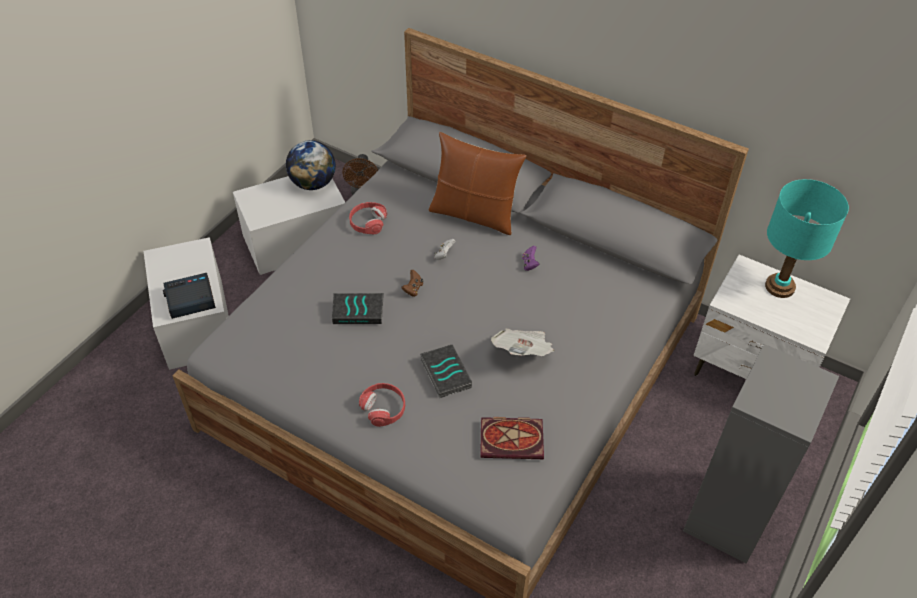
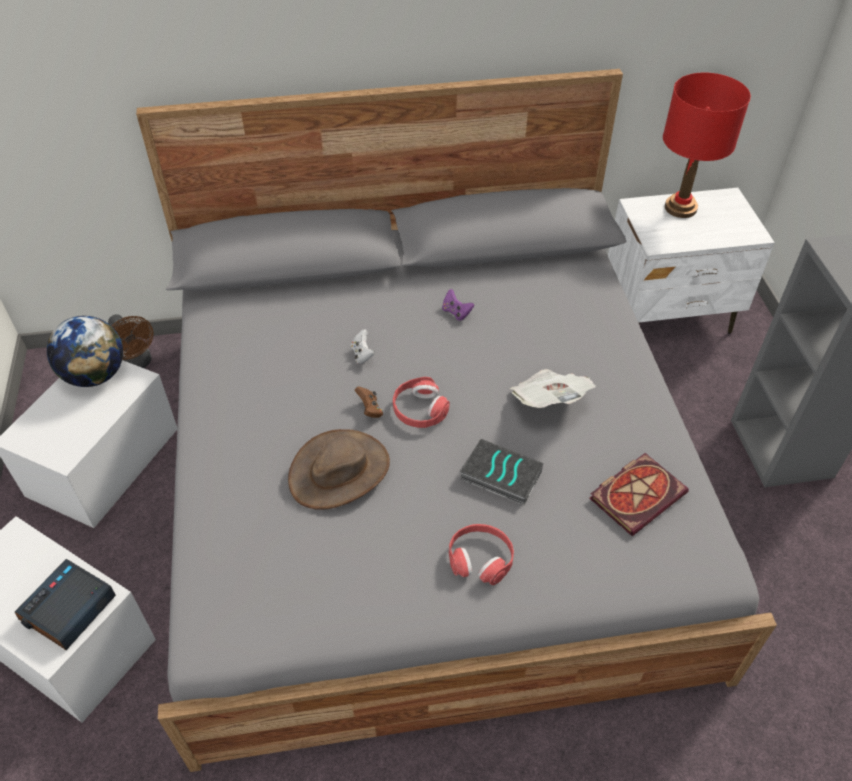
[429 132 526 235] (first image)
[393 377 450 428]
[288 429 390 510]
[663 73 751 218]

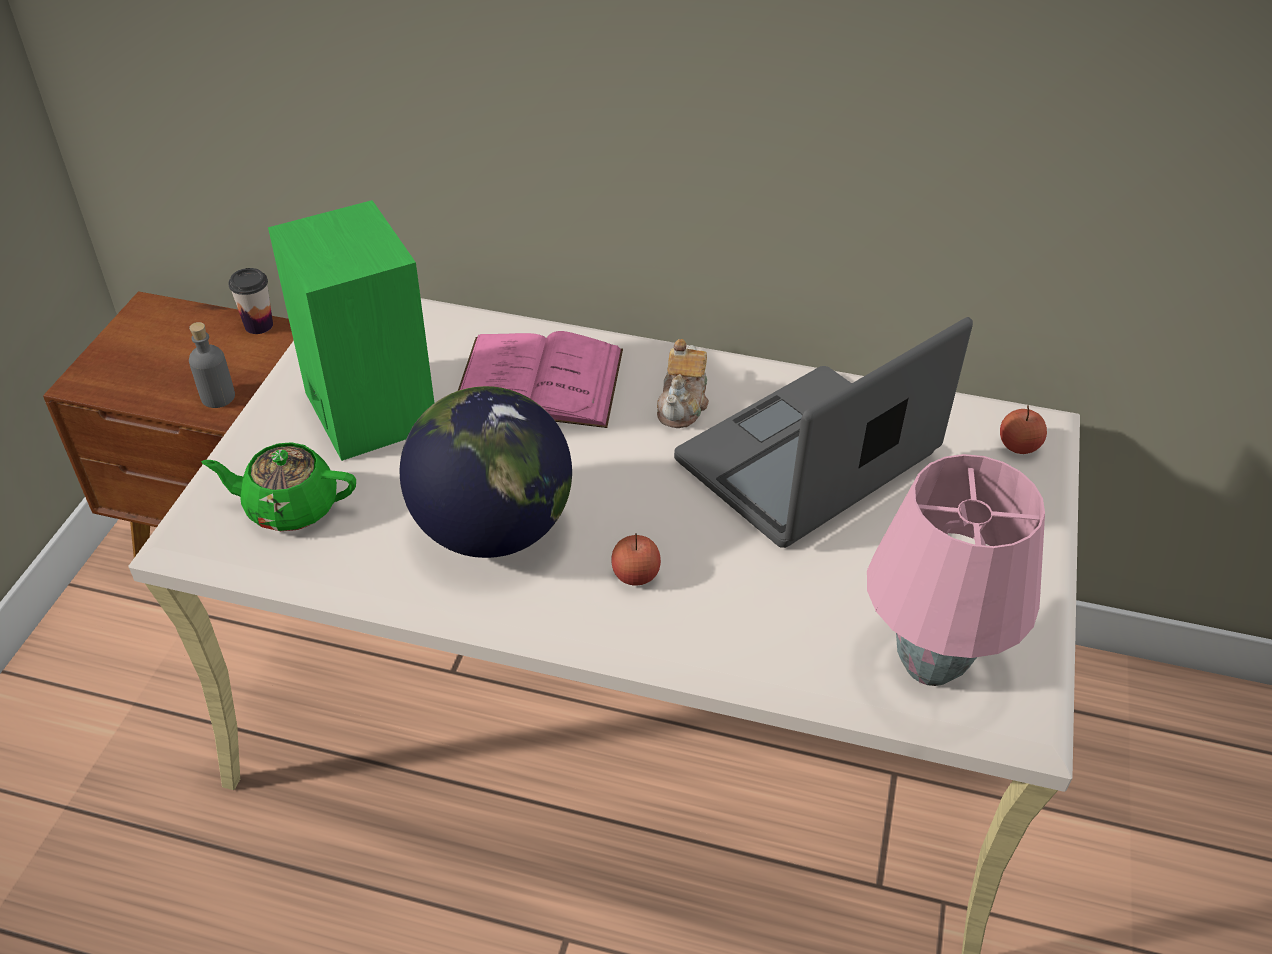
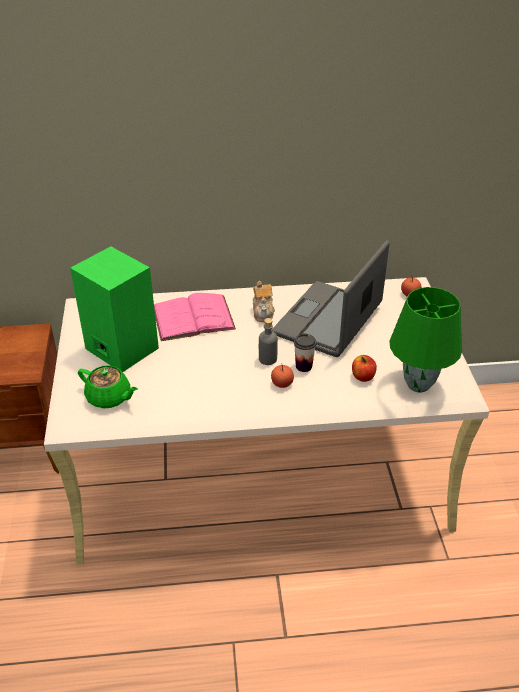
[400 386 572 558] (first image)
[352 355 377 382]
[259 318 278 365]
[294 334 316 372]
[389 287 462 392]
[78 365 138 408]

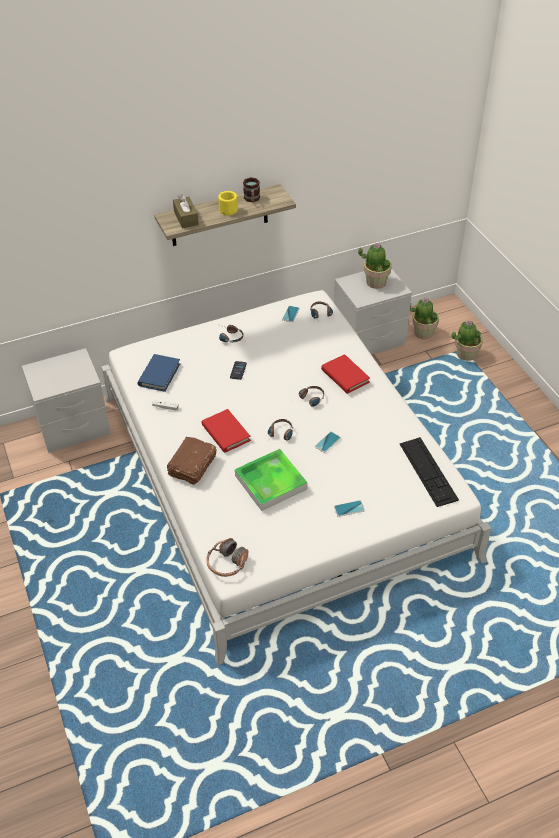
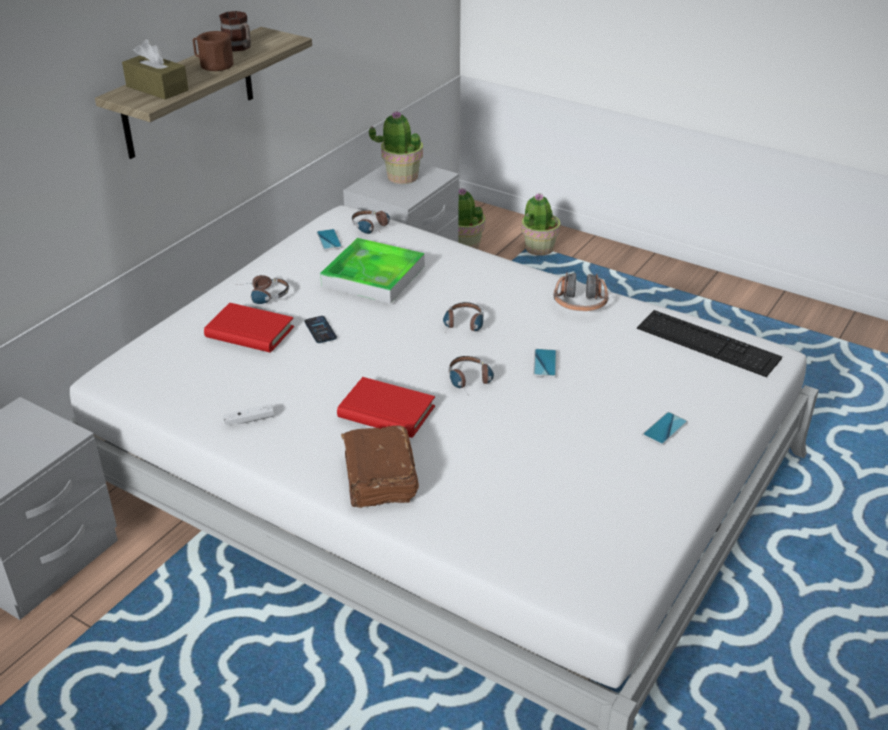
[138 354 180 392] (first image)
[554 272 608 311]
[320 238 425 304]
[204 303 294 353]
[193 31 234 71]

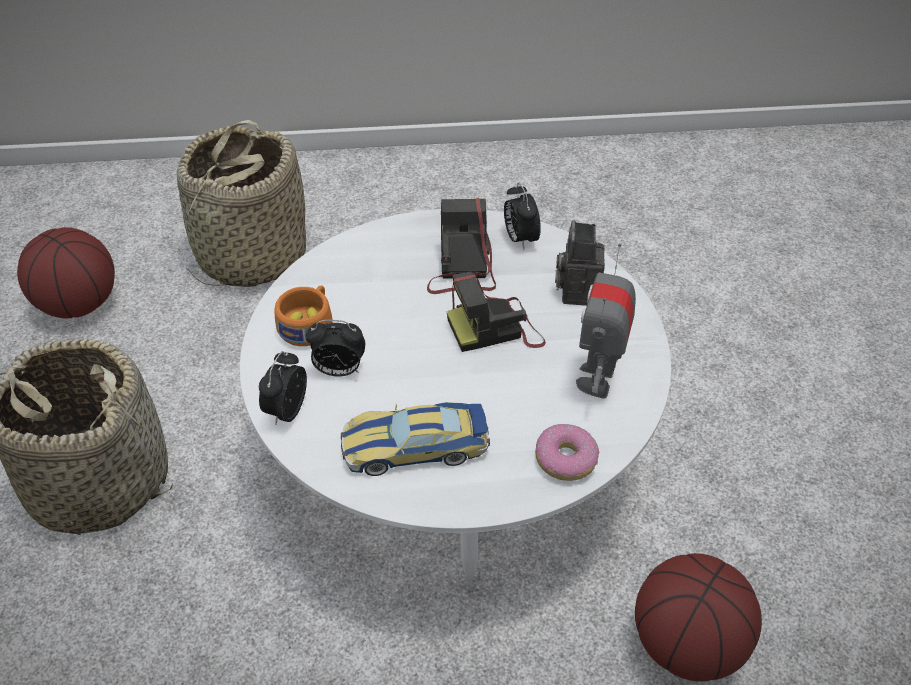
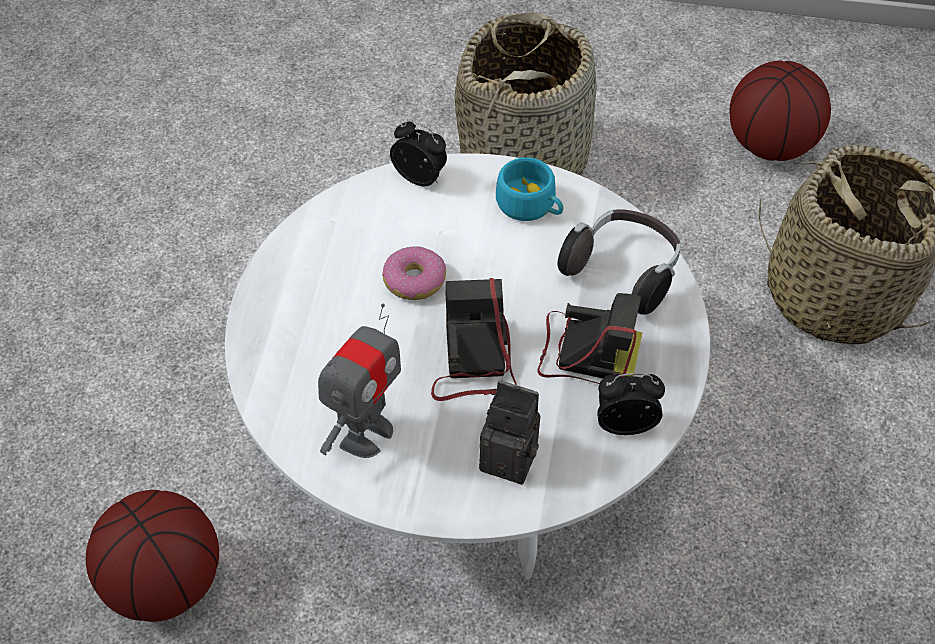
[306 320 365 377] (first image)
[341 402 490 476] (first image)
[557 209 681 315]
[382 246 446 300]
[496 157 563 221]
[318 304 401 458]

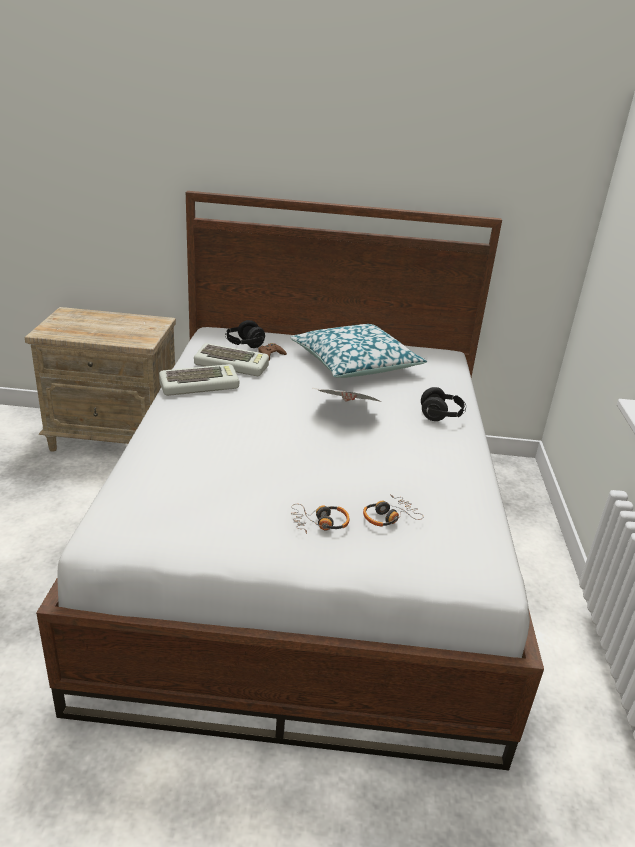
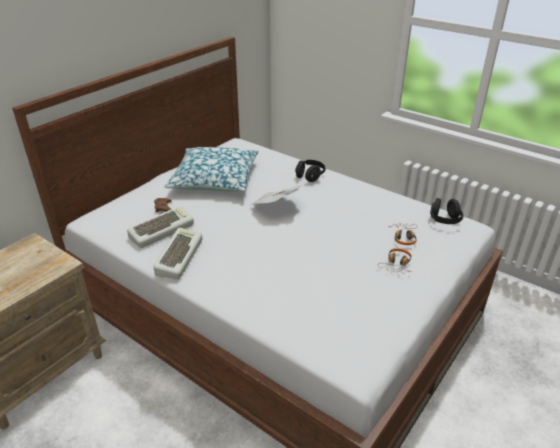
[430 198 463 224]

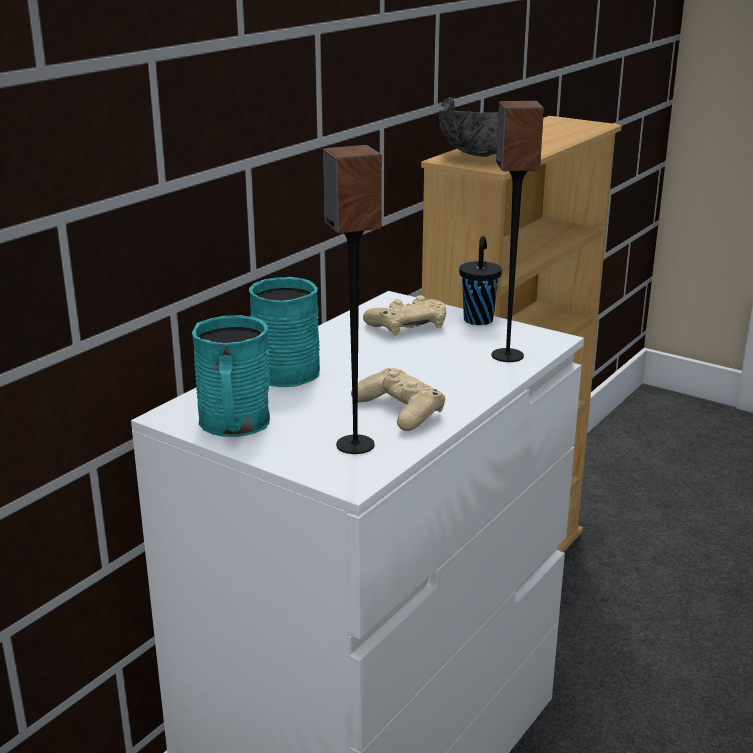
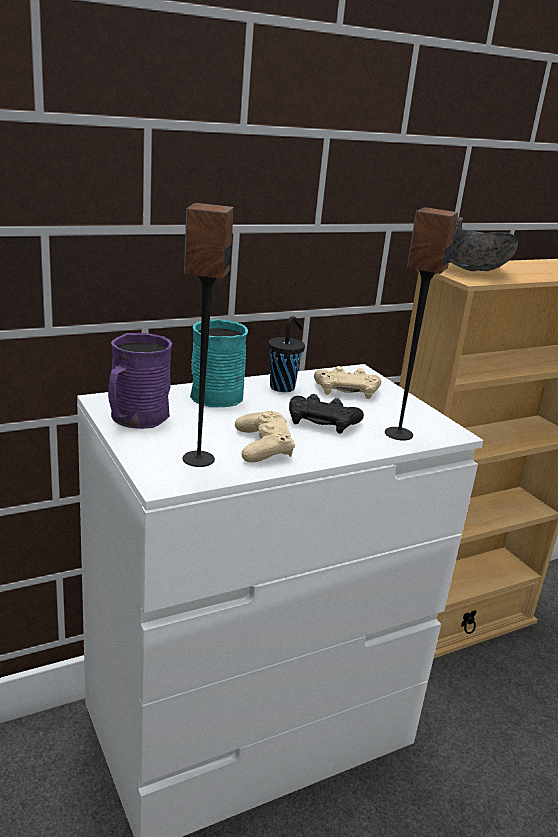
[289 394 364 434]
[268 316 305 392]
[108 333 172 429]

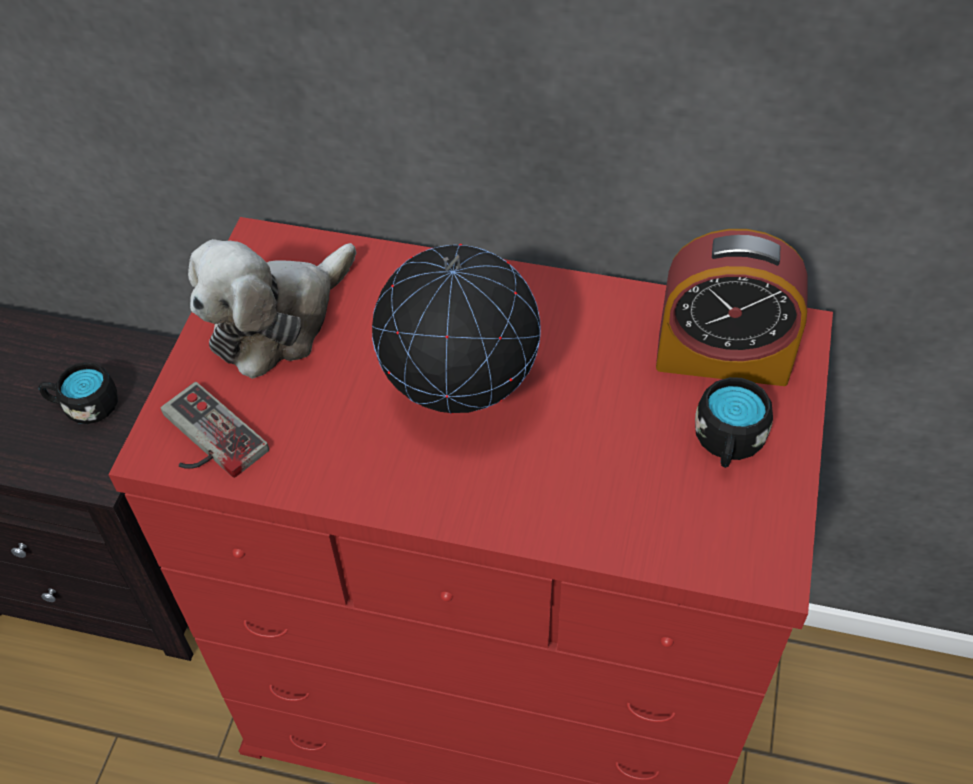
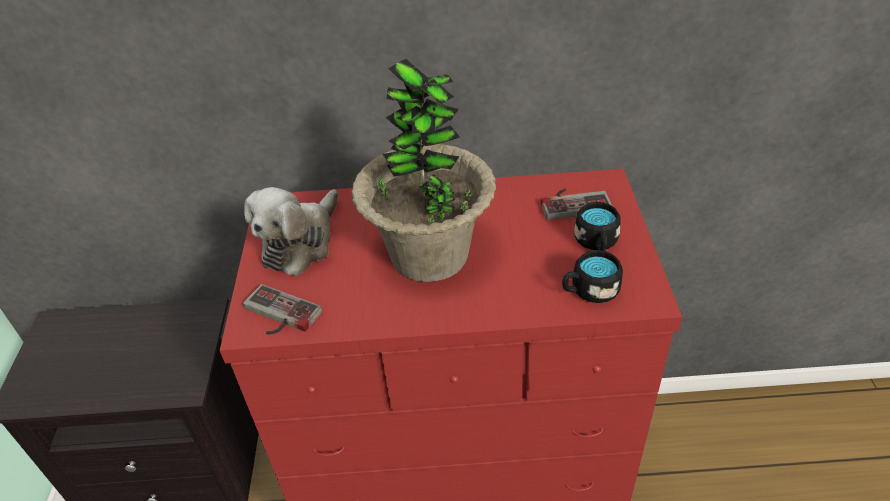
[562 250 623 303]
[351 59 496 282]
[541 189 612 220]

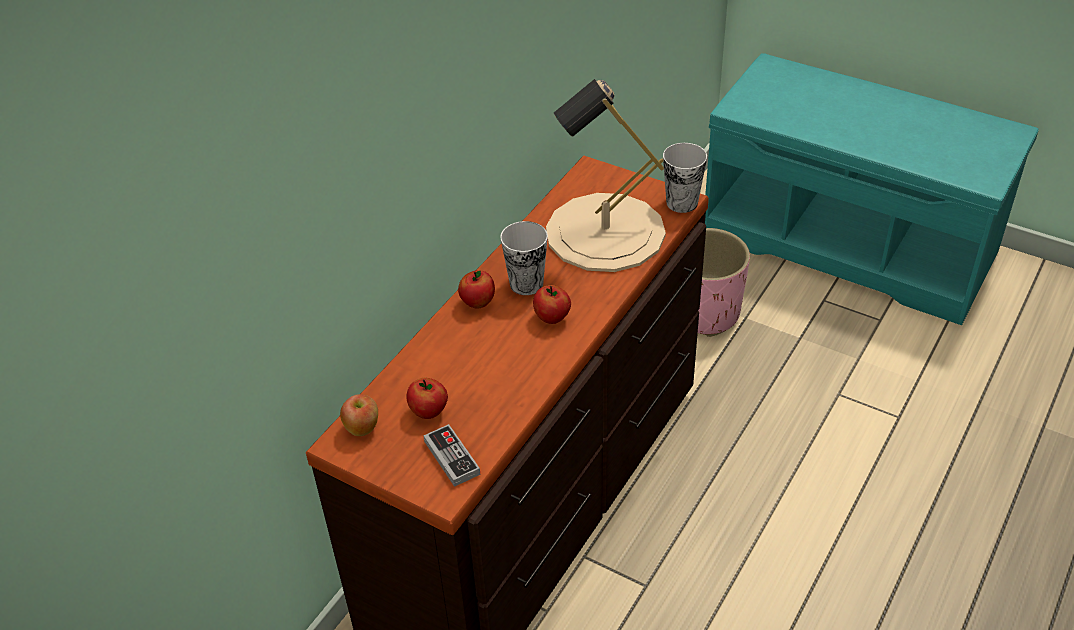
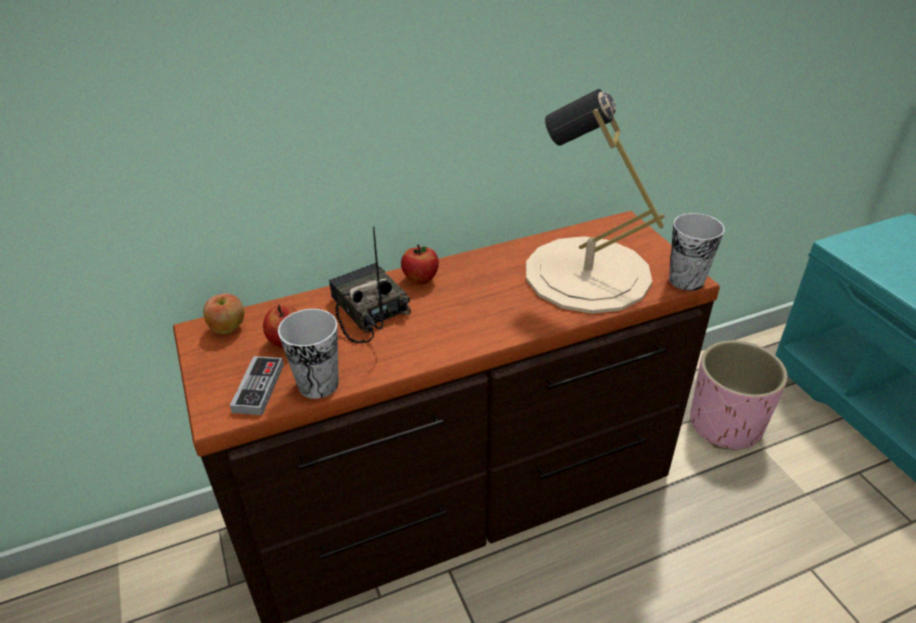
[533 285 571 324] (first image)
[329 227 411 344]
[278 309 339 399]

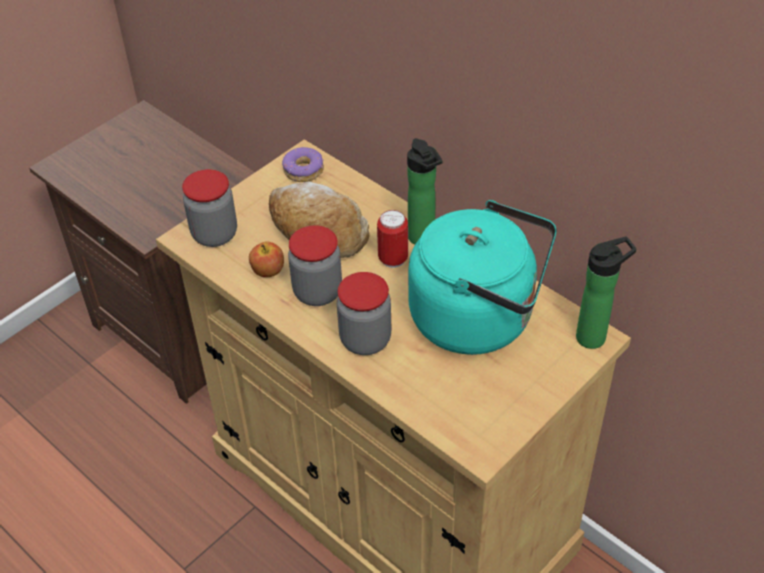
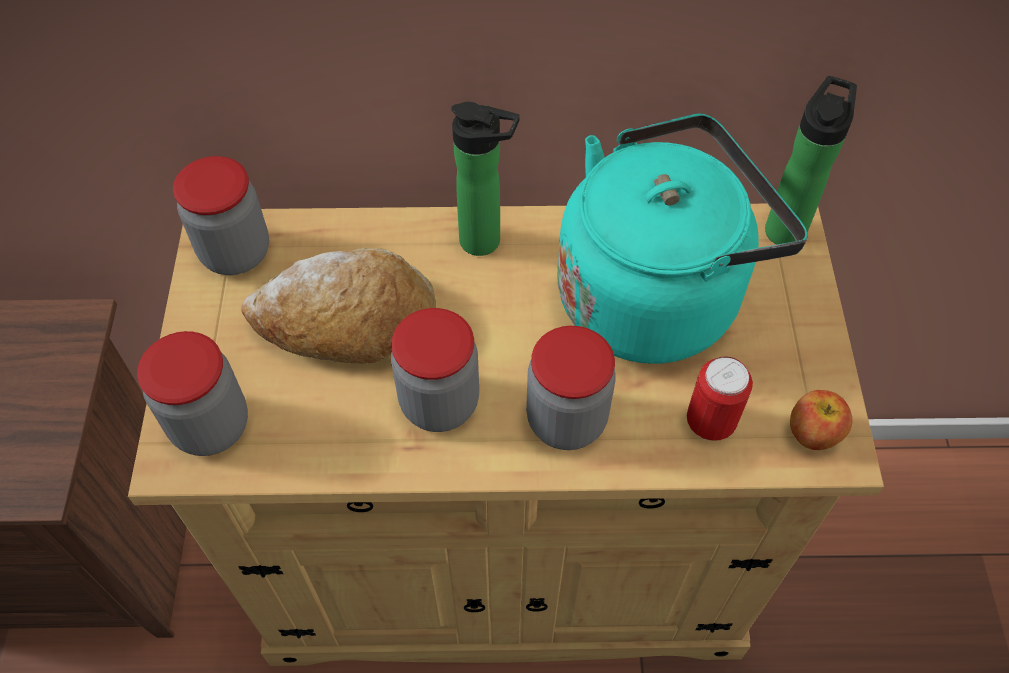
[790 390 853 450]
[687 357 753 441]
[173 156 269 275]

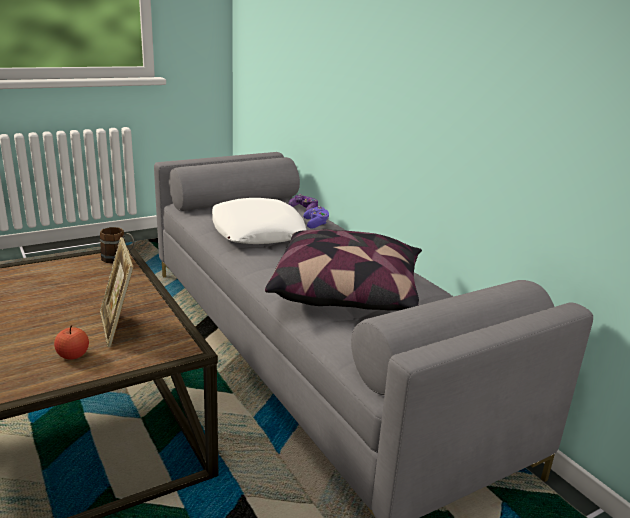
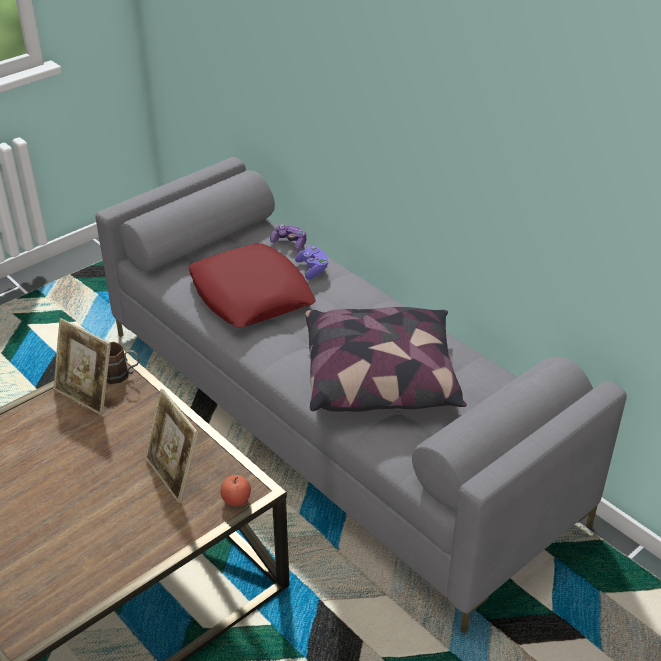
[53 318 111 415]
[221 475 251 506]
[189 243 316 327]

